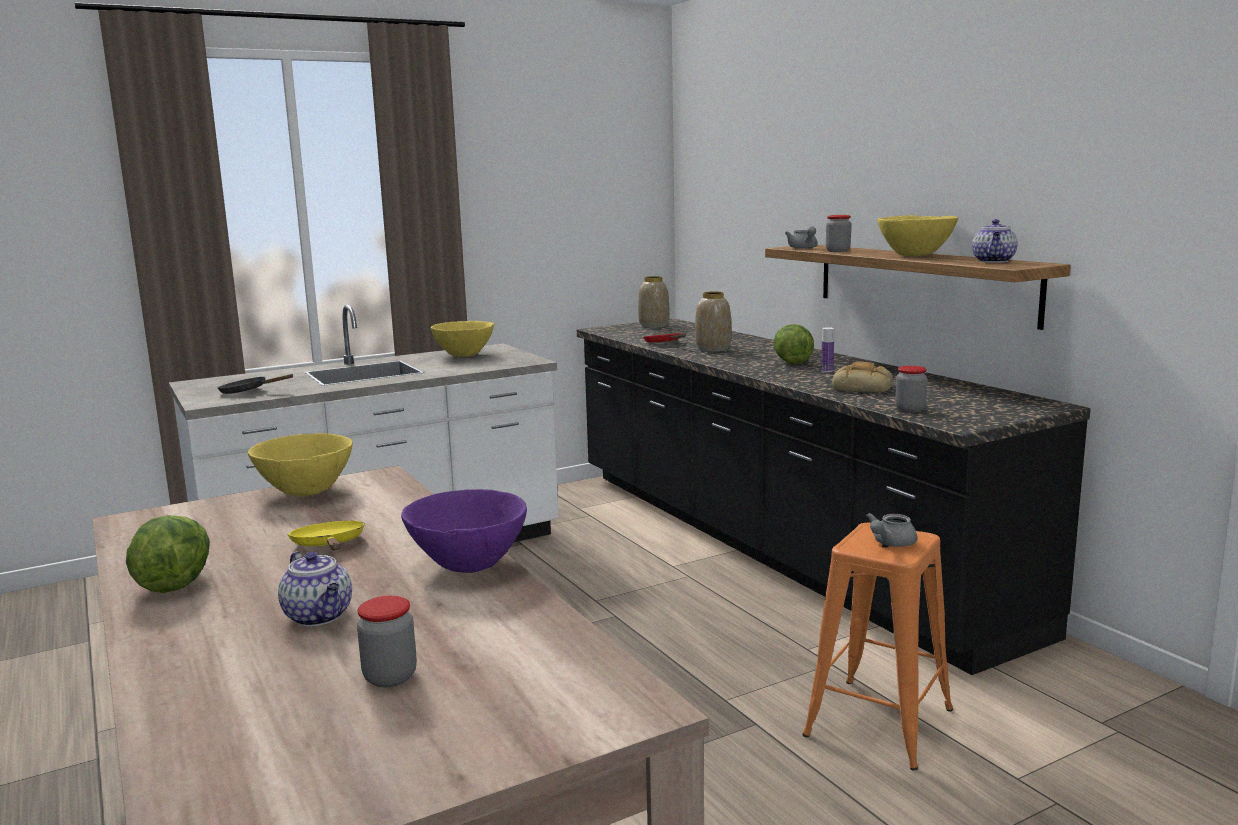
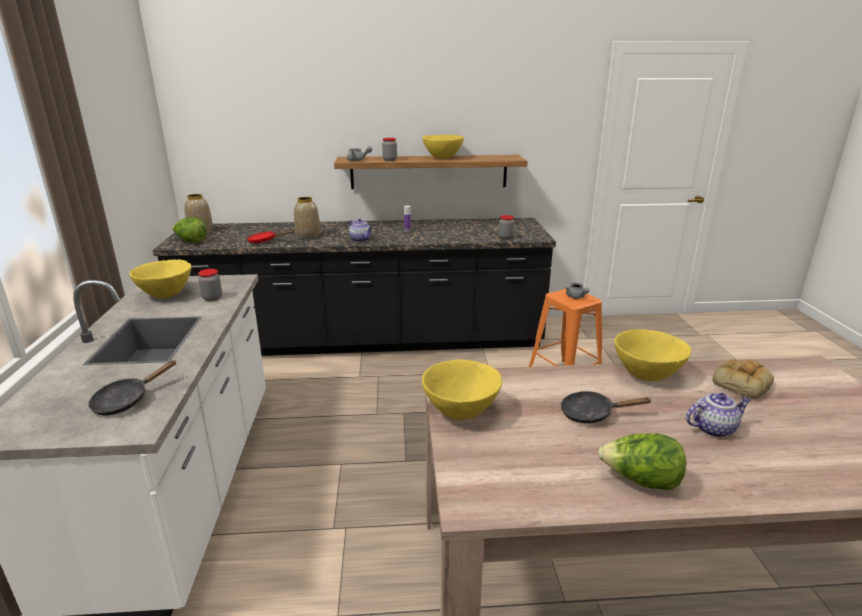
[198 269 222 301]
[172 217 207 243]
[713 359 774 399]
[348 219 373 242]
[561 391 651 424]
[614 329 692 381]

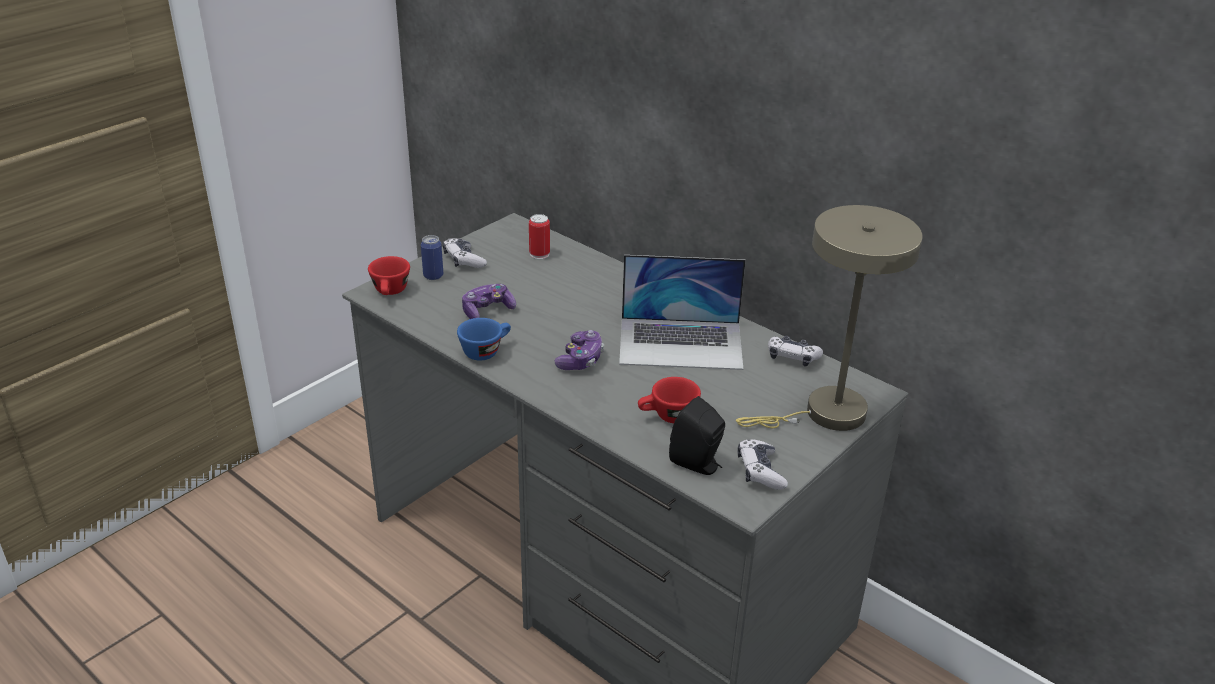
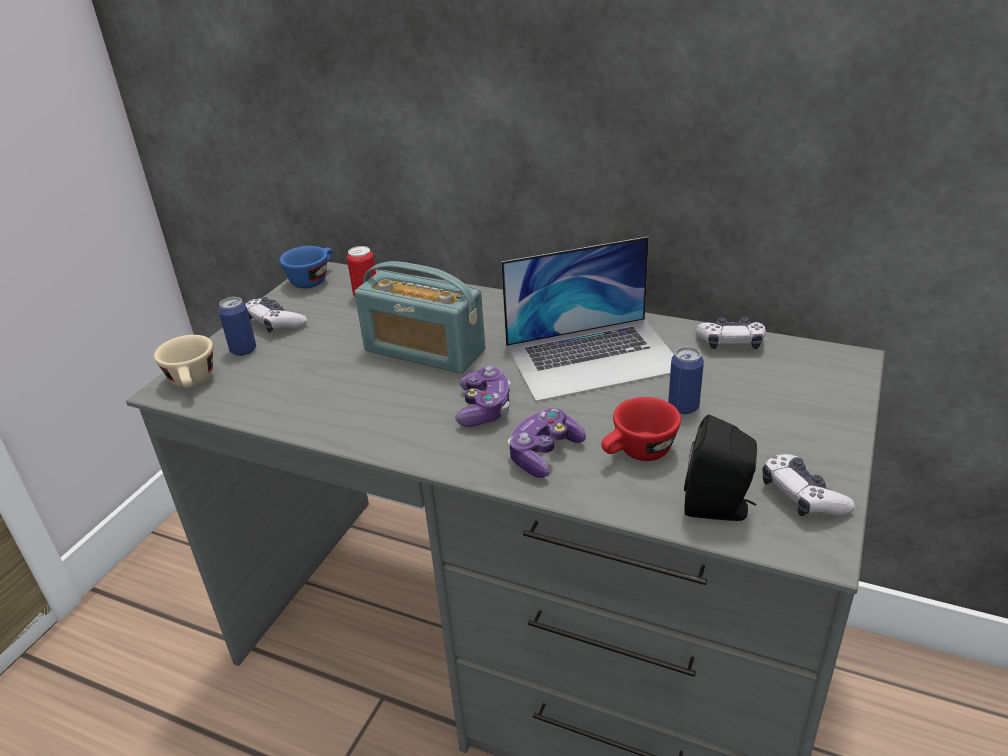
[736 205 923 431] (first image)
[355 261 485 374]
[668 347 704 415]
[280 246 332 288]
[508 408 586 478]
[154 335 213 388]

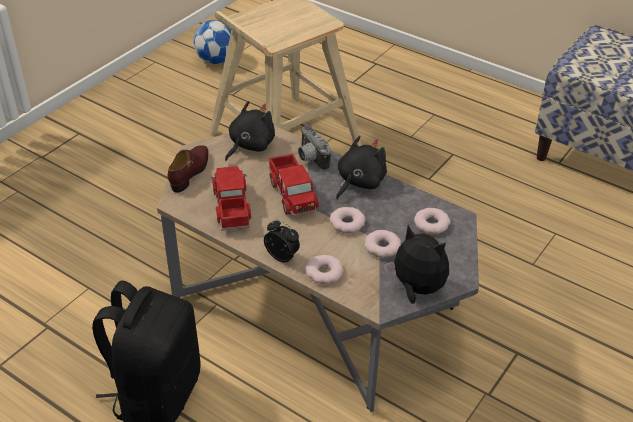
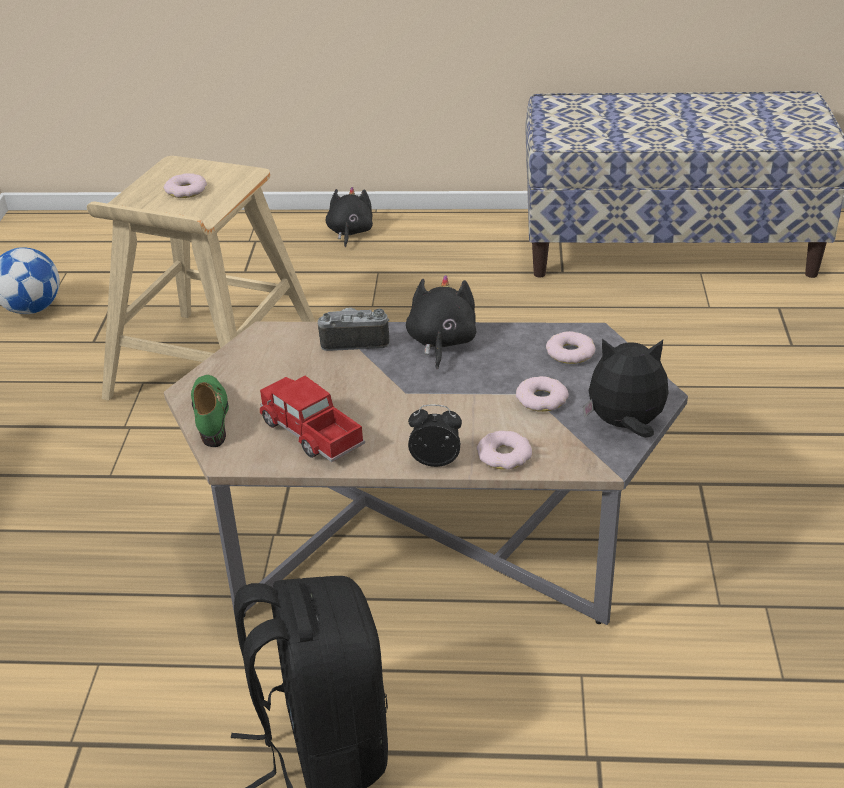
[268 154 319 216] (first image)
[326 187 373 247]
[164 173 207 198]
[191 375 229 447]
[318 307 390 351]

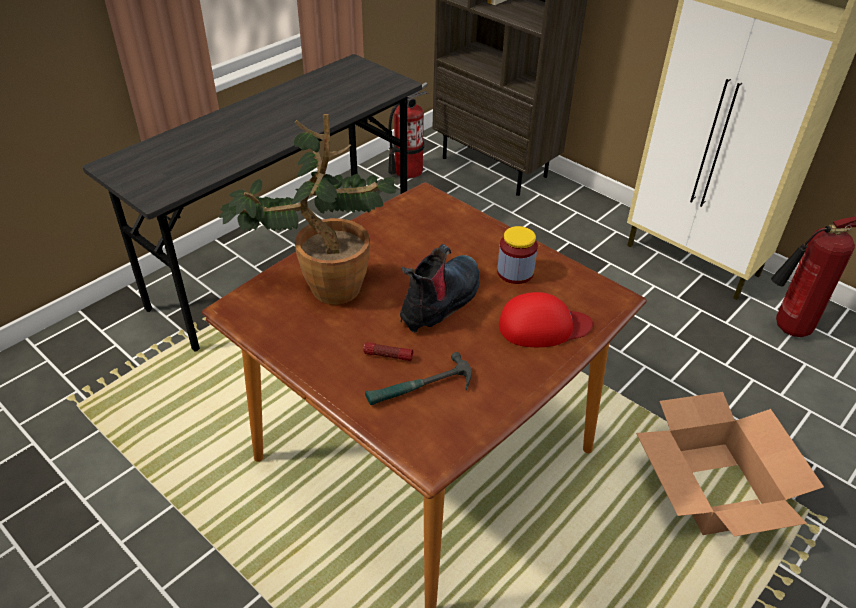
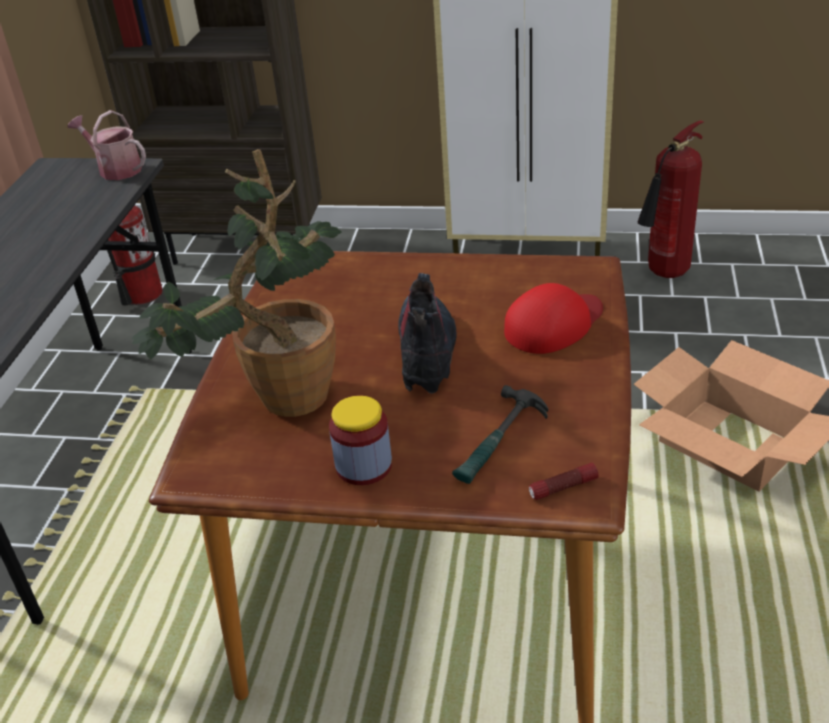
[68 110 146 180]
[529 463 599 500]
[329 396 392 485]

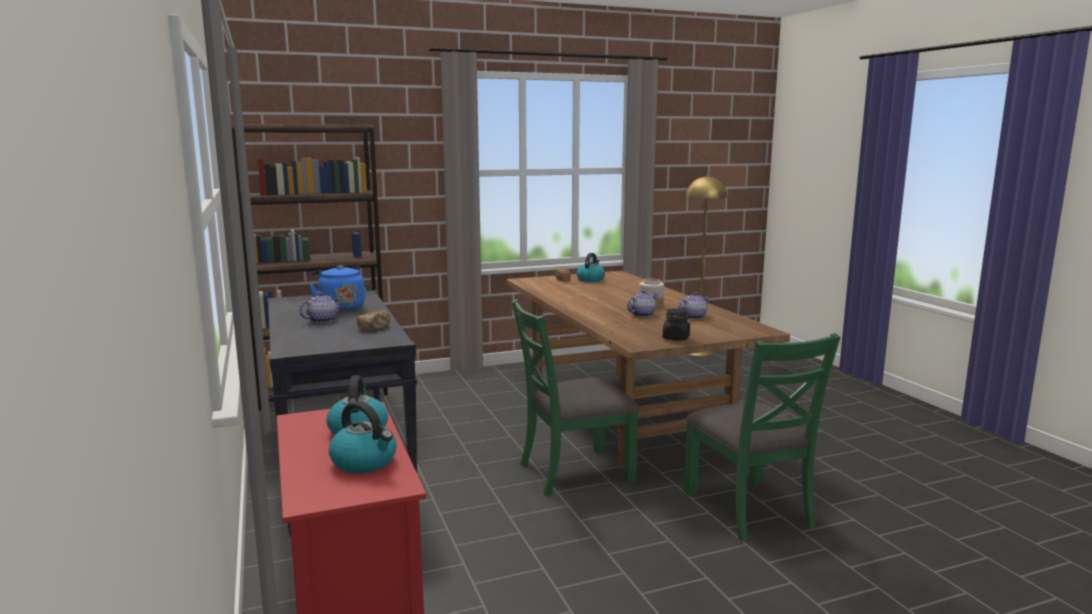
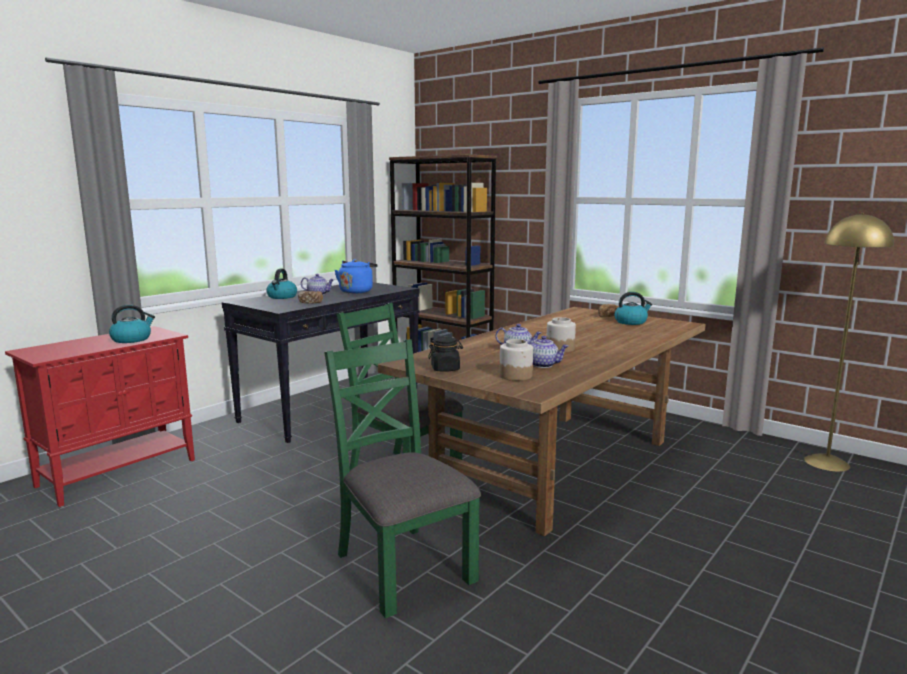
[500 339 533 381]
[266 269 297 299]
[324 339 481 618]

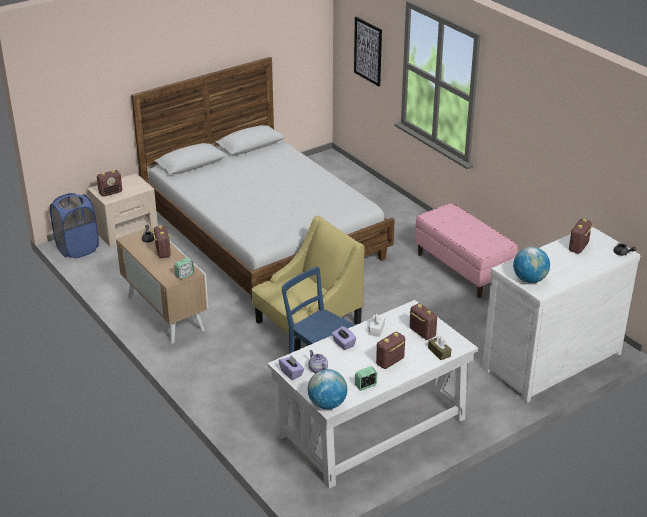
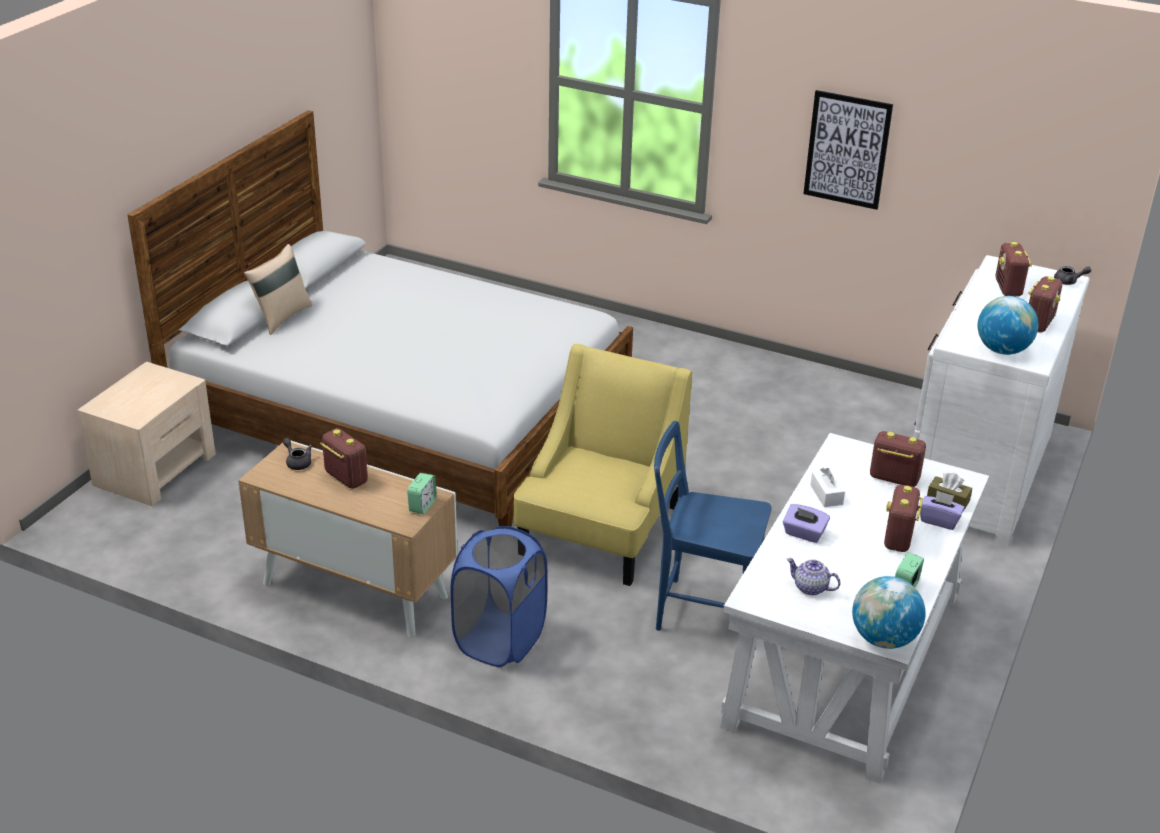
[415 203 518 298] (first image)
[244 244 312 335]
[451 526 547 667]
[1028 276 1062 333]
[920 490 964 530]
[803 90 893 210]

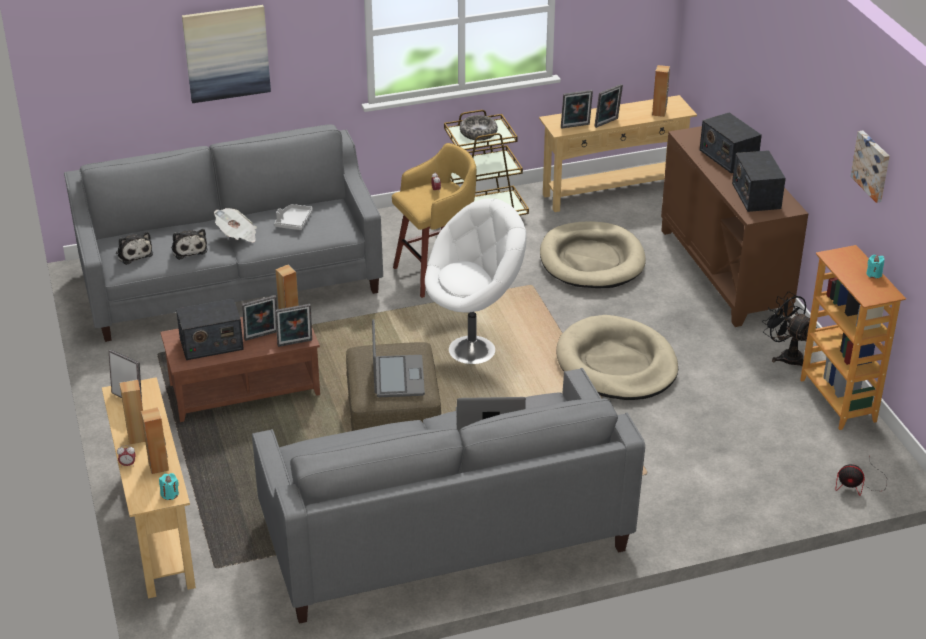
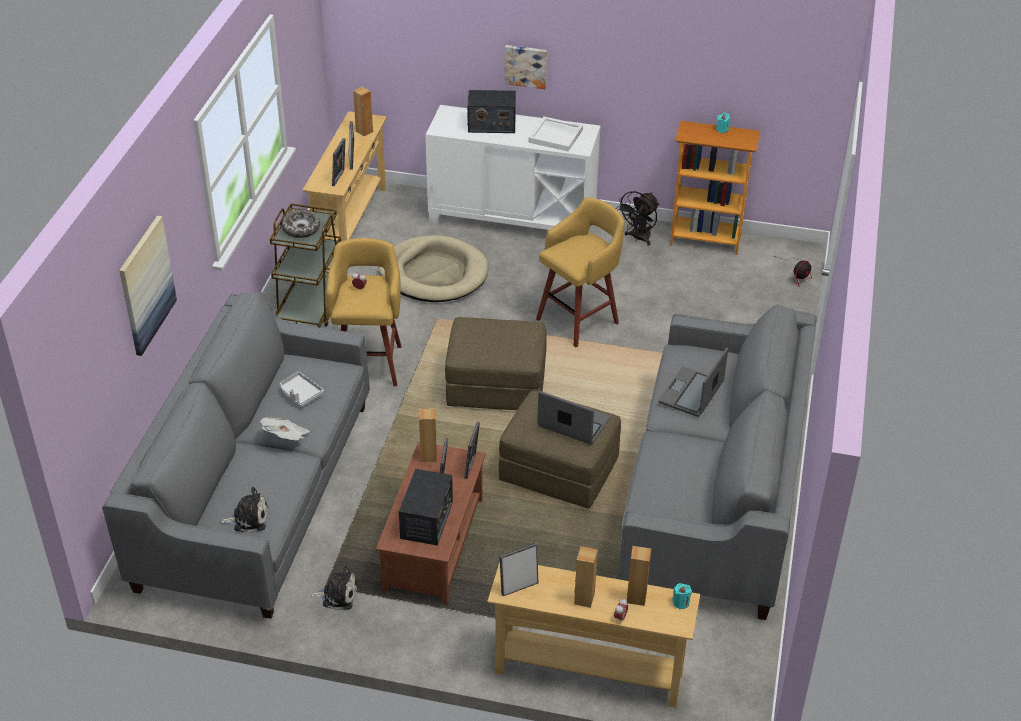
[310 566 358 610]
[504 45 547 89]
[445 317 547 410]
[536 197 625 347]
[528 117 583 151]
[425 105 600 230]
[617 191 659 245]

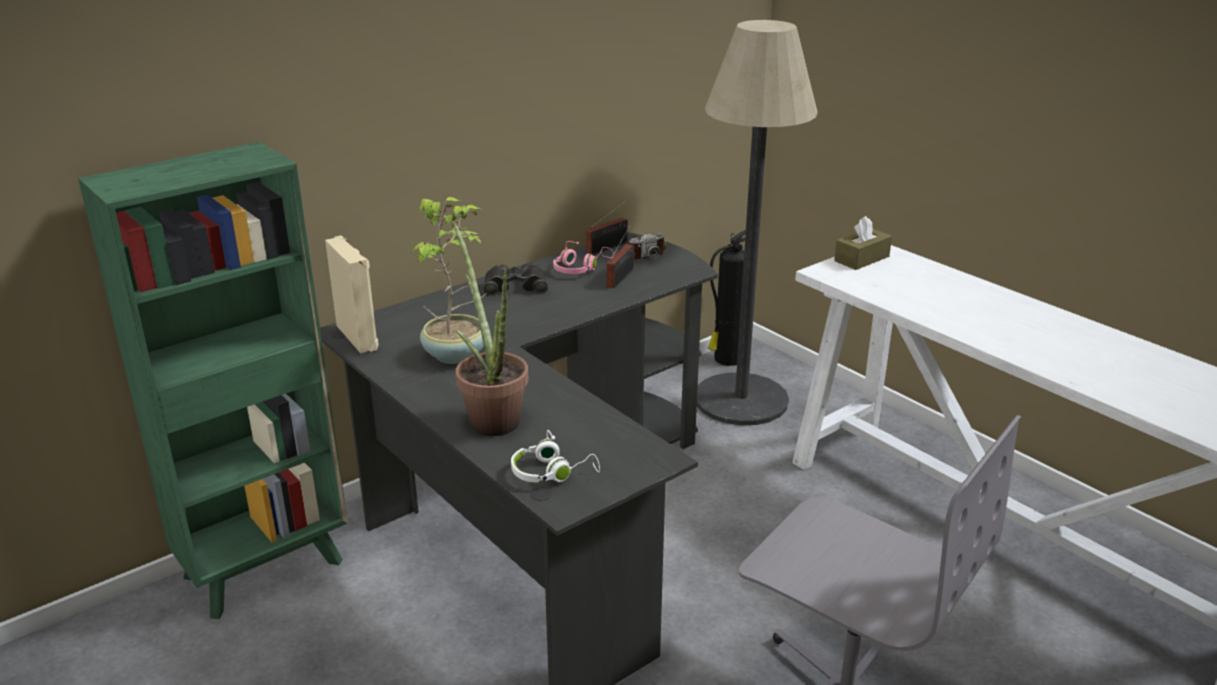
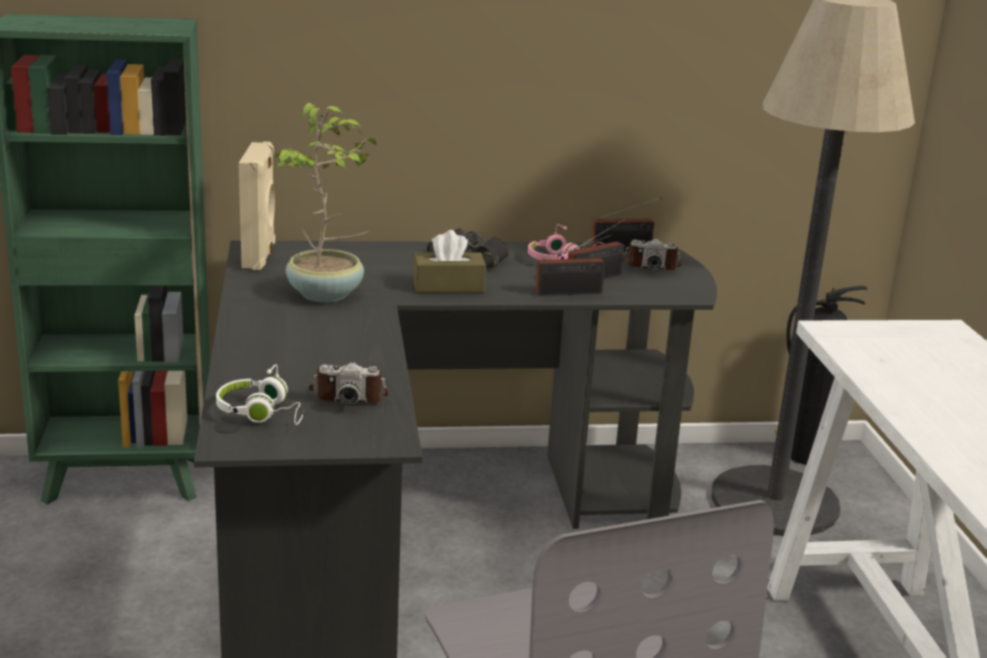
[453 221 529 436] (first image)
[308 362 388 405]
[536 235 613 296]
[413 230 486 293]

